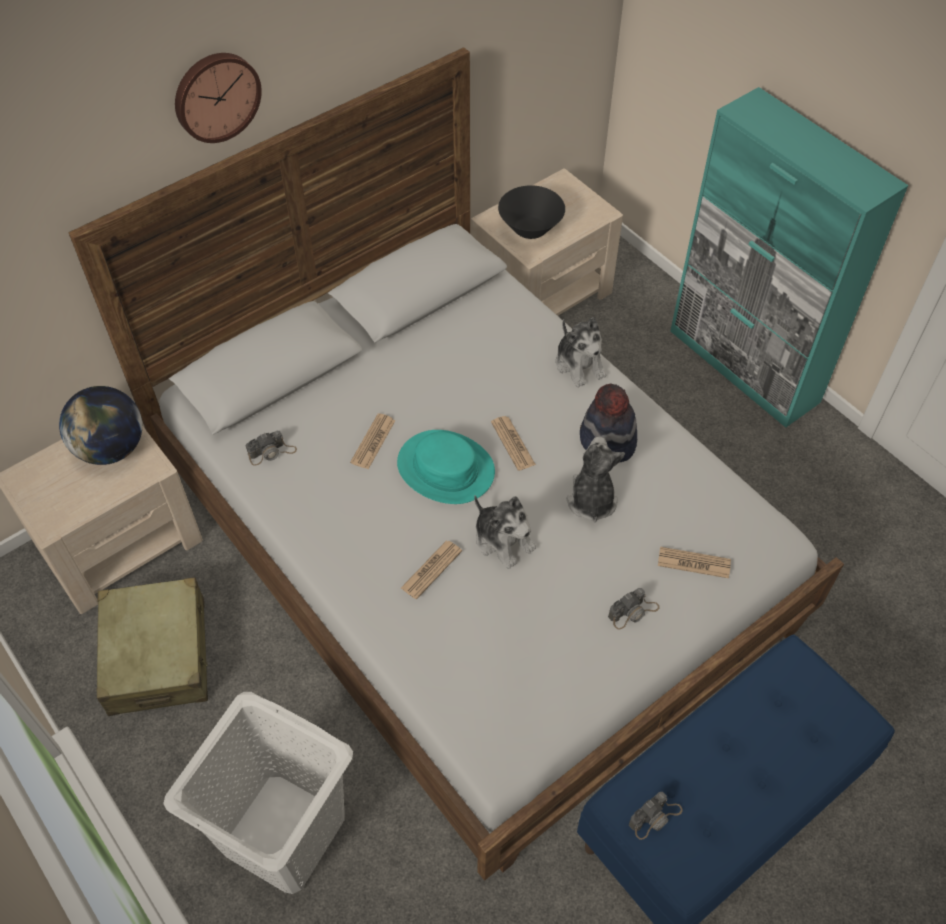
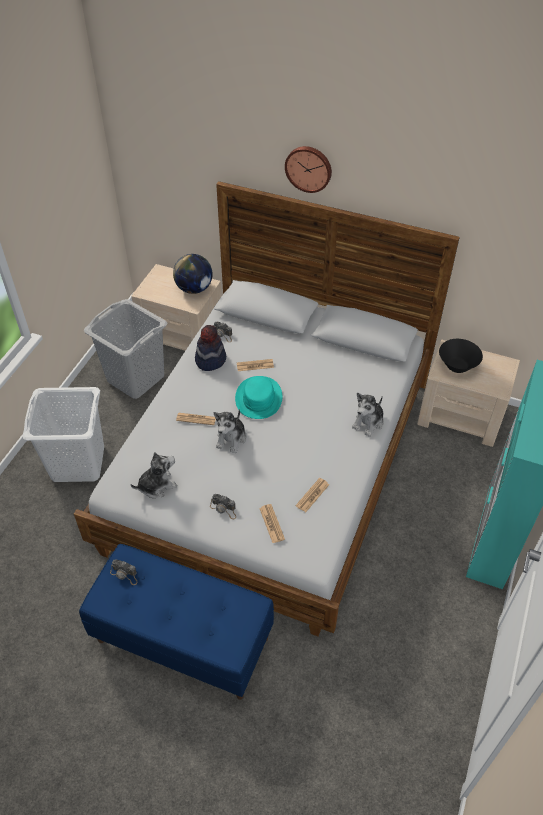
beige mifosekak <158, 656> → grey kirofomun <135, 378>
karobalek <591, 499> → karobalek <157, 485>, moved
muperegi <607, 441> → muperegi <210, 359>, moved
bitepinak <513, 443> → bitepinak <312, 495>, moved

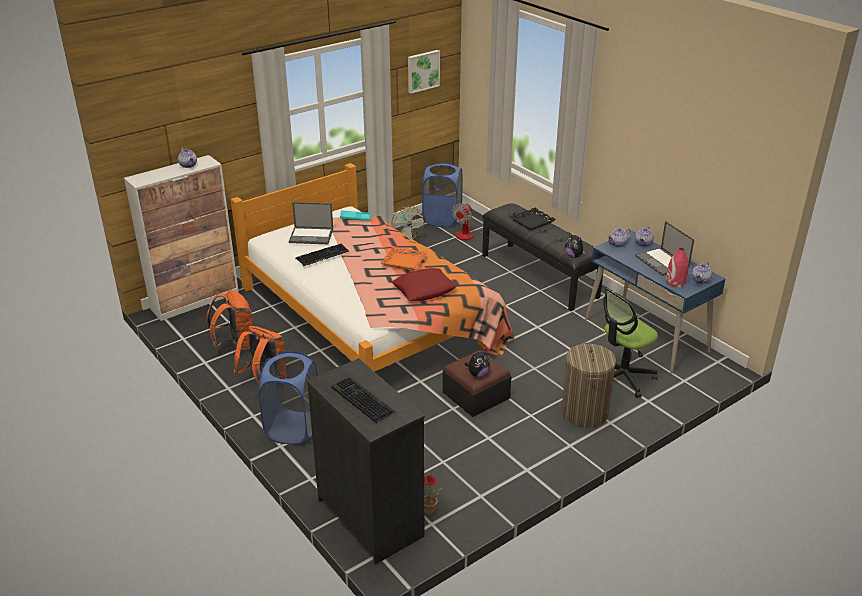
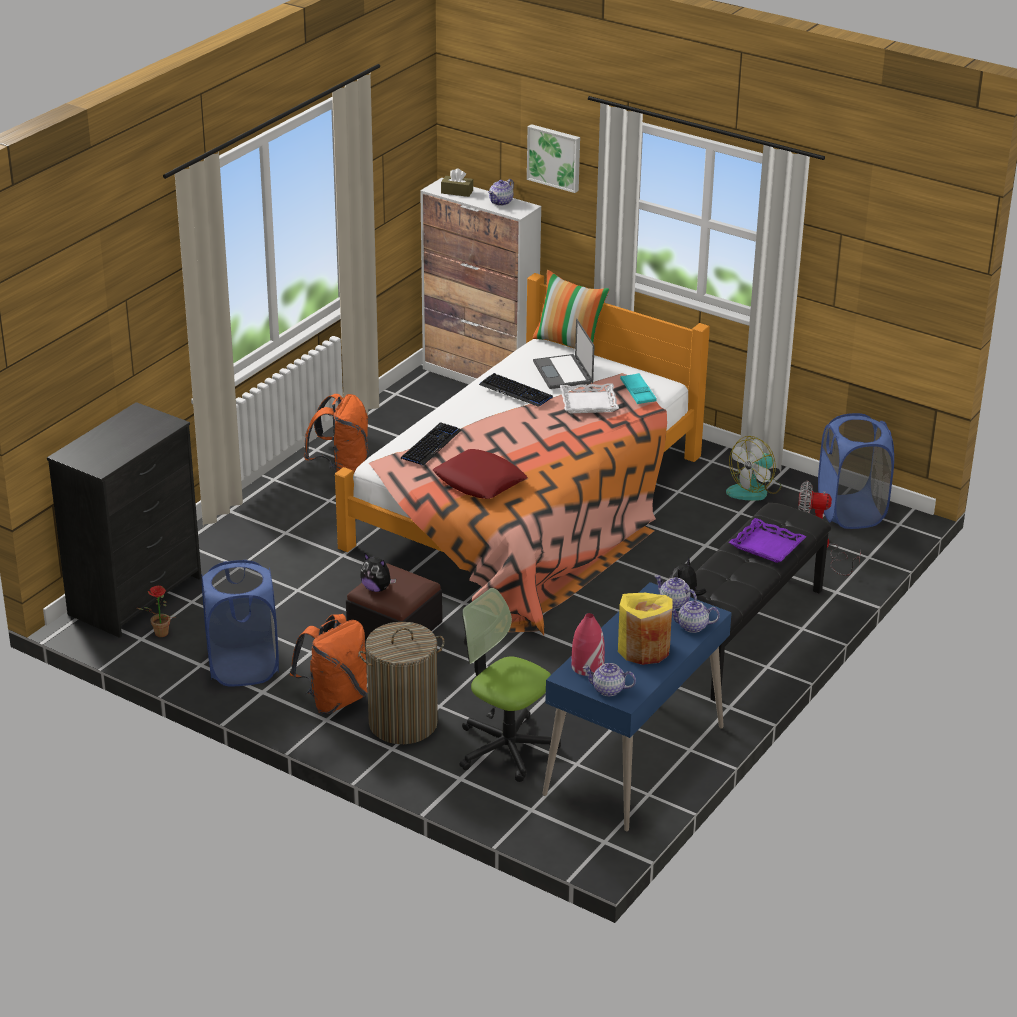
blue kirofomun <293, 428> → blue kirofomun <243, 667>, moved
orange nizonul <235, 345> → orange nizonul <334, 699>, moved
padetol <362, 400> → padetol <431, 445>, moved
- → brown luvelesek <457, 192>
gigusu <422, 71> → gigusu <555, 157>, moved
- → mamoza <569, 344>
- → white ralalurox <589, 402>
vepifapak <662, 262> → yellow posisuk <643, 649>
black ralalurox <532, 222> → purple ralalurox <766, 546>
orange ralalurox <403, 262> → -

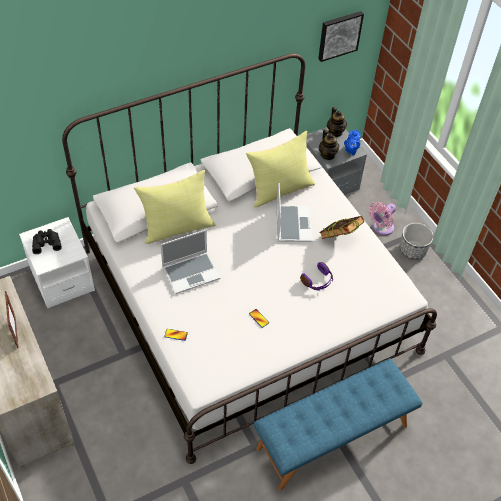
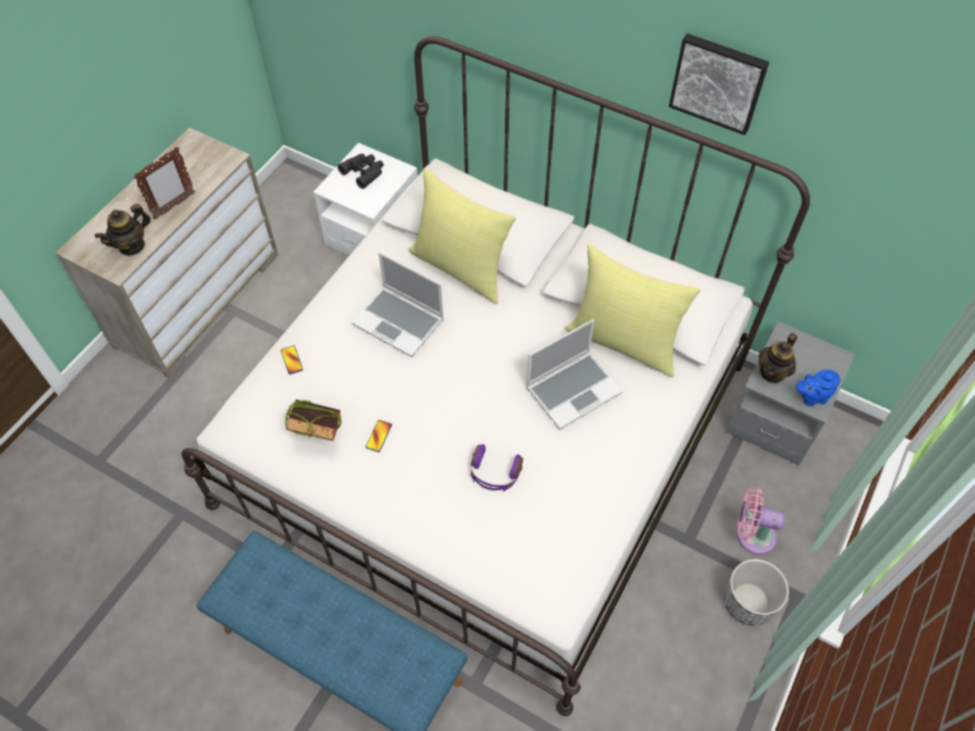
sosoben <335, 132> → sosoben <132, 245>, moved
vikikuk <339, 239> → vikikuk <318, 435>, moved
gigusu <339, 35> → gigusu <718, 82>, moved

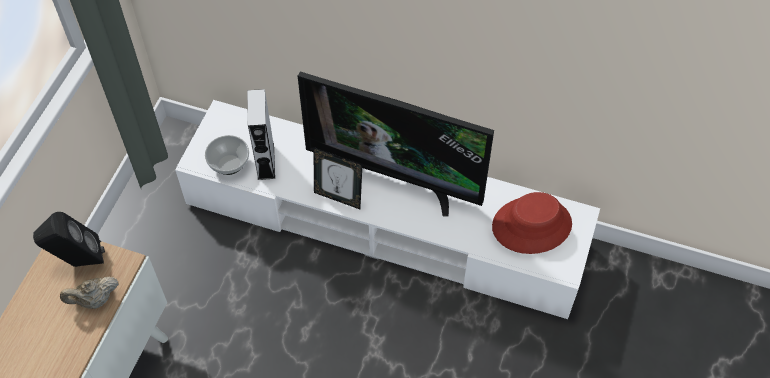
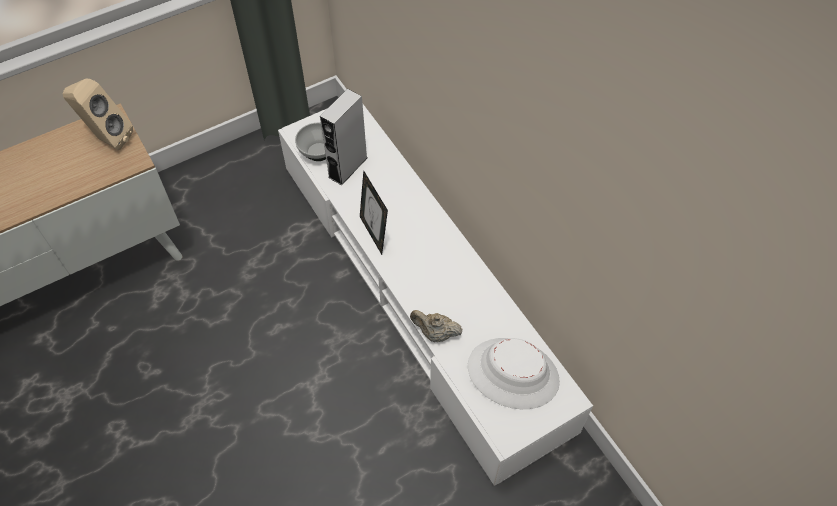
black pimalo <79, 262> → beige pimalo <108, 139>
beige sosoben <94, 300> → beige sosoben <435, 333>, moved
red muperegi <531, 225> → white muperegi <513, 373>
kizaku <396, 179> → -

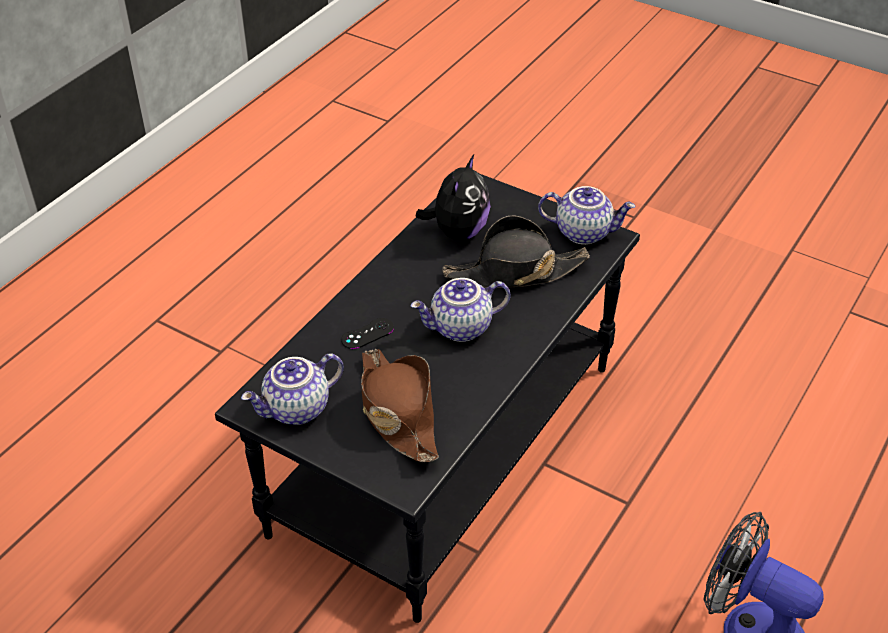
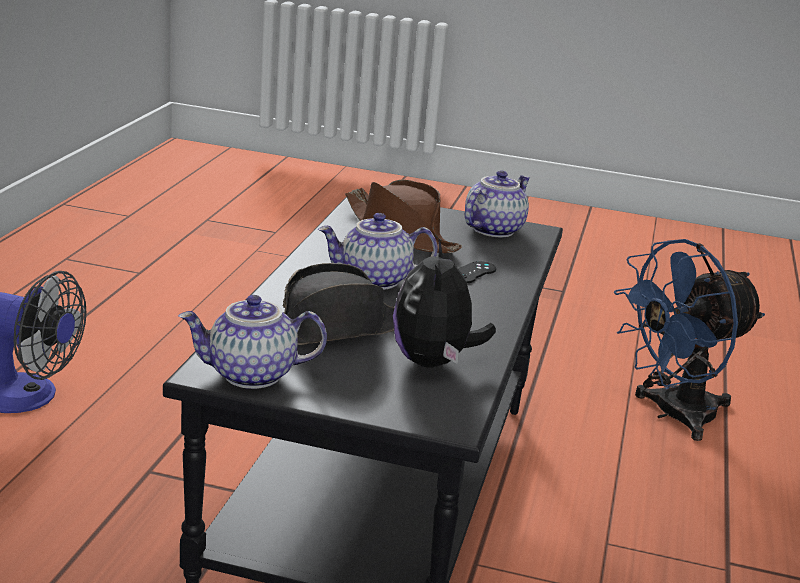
sosoben <460, 328> → sosoben <374, 281>, 150 degrees counterclockwise
- → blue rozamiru <672, 415>

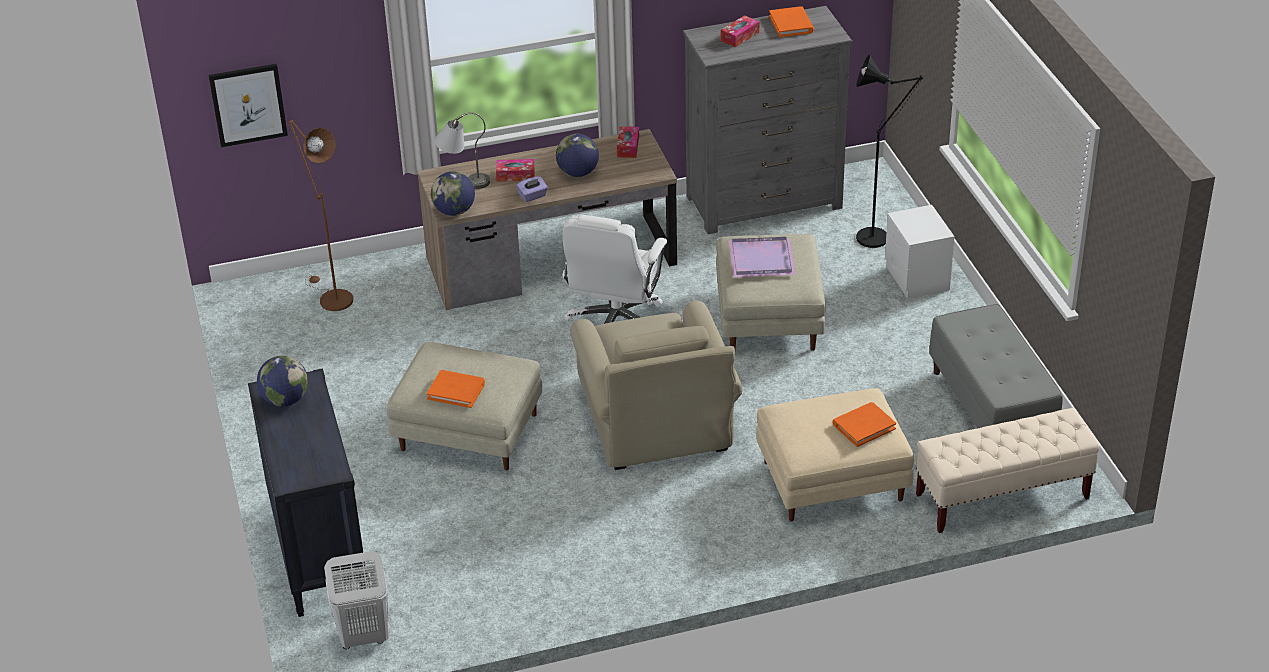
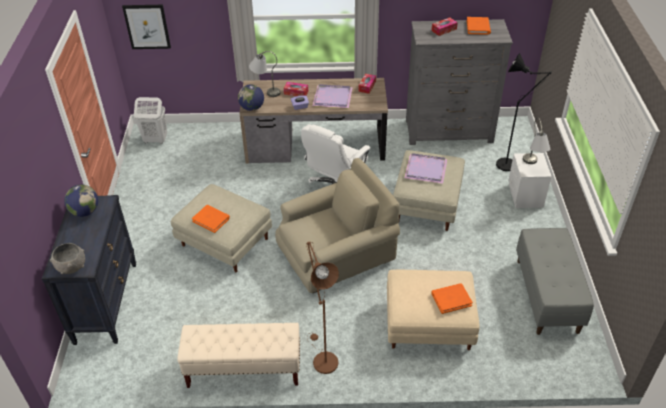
- → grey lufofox <71, 267>
white kirofomun <363, 637> → white kirofomun <155, 140>, moved
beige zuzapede <1001, 497> → beige zuzapede <243, 369>, moved
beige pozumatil <654, 414> → beige pozumatil <336, 253>, 120 degrees counterclockwise
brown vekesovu <331, 298> → brown vekesovu <322, 359>, moved
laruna <578, 173> → purple ralalurox <332, 97>
- → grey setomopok <532, 166>

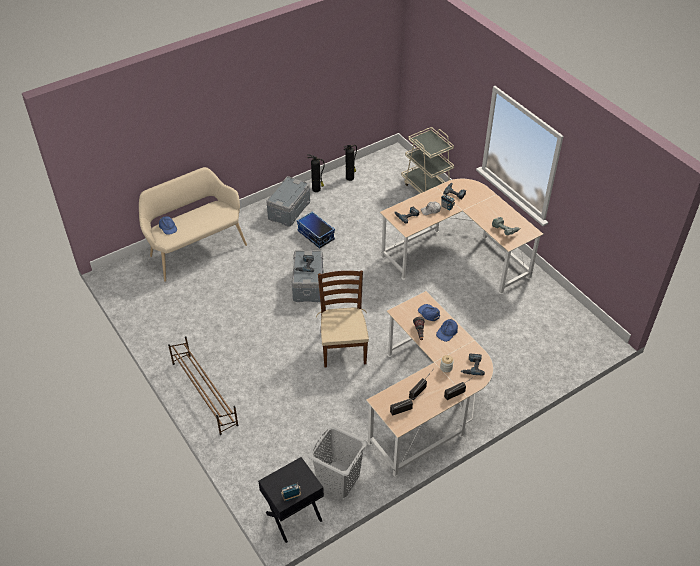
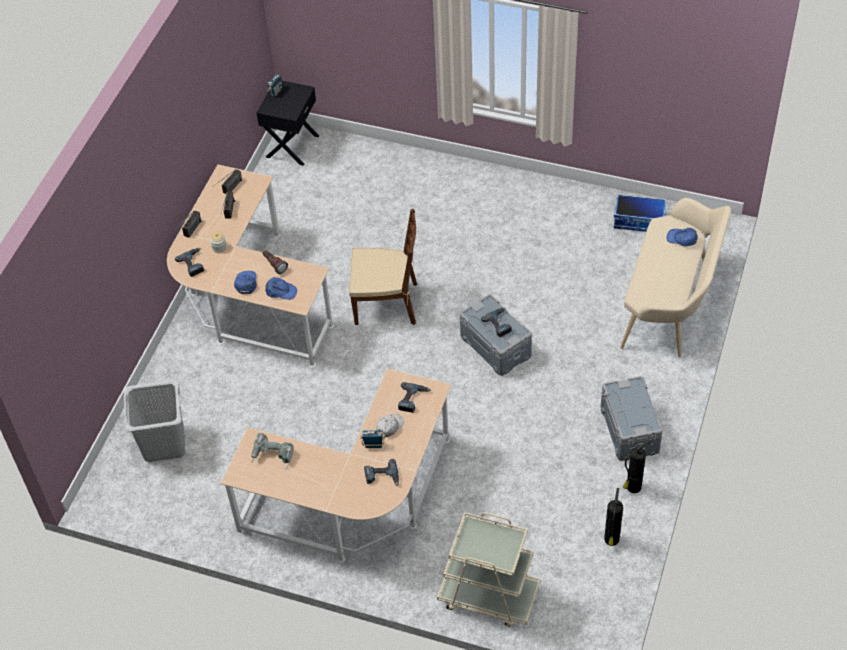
grey kirofomun <338, 479> → grey kirofomun <163, 443>, moved
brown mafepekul <343, 347> → brown mafepekul <387, 303>, 45 degrees counterclockwise
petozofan <315, 235> → petozofan <639, 221>, moved
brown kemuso <204, 393> → -

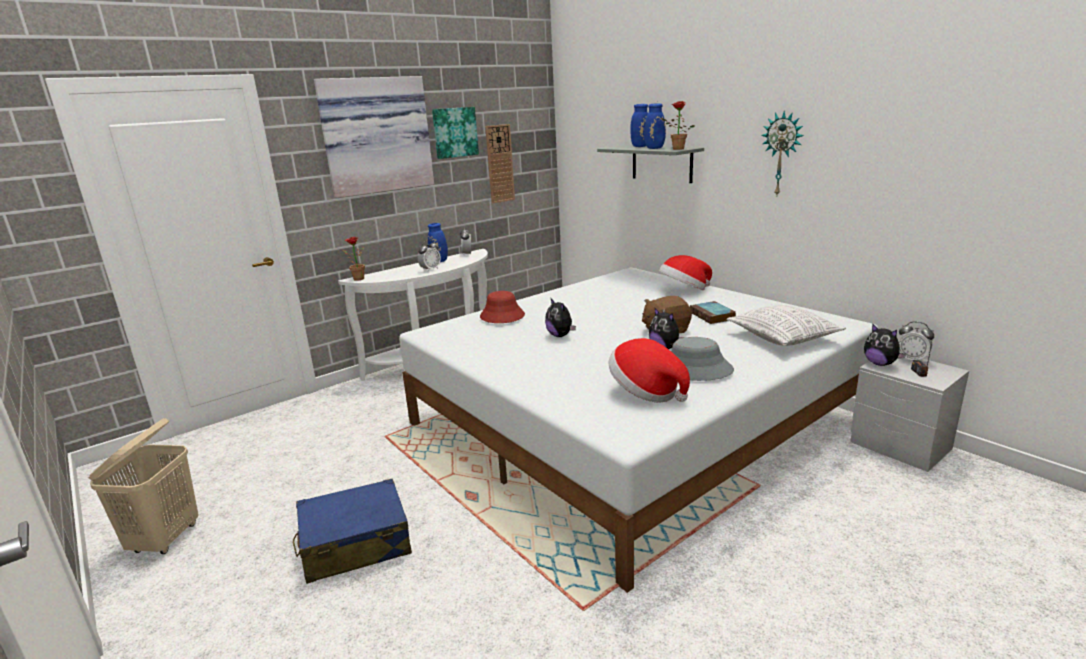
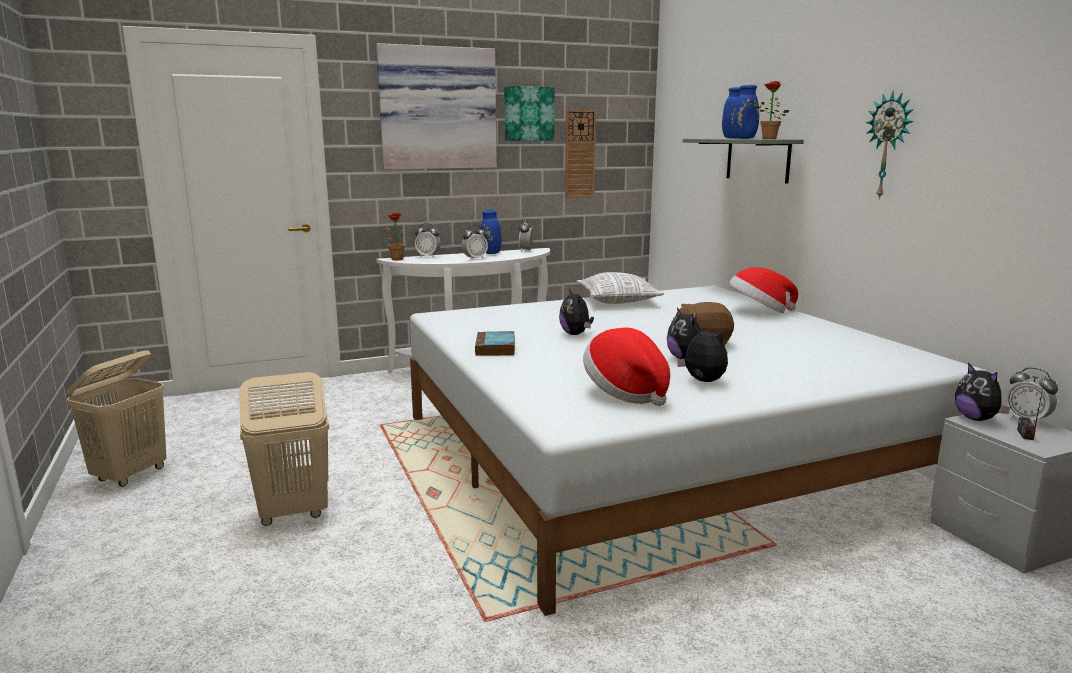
blue mifosekak <355, 544> → beige kirofomun <293, 513>
- → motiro <428, 256>
vikikuk <713, 316> → vikikuk <496, 348>, moved
mamoza <783, 337> → mamoza <618, 301>, moved
grey muperegi <695, 370> → karobalek <703, 381>
red muperegi <502, 316> → -

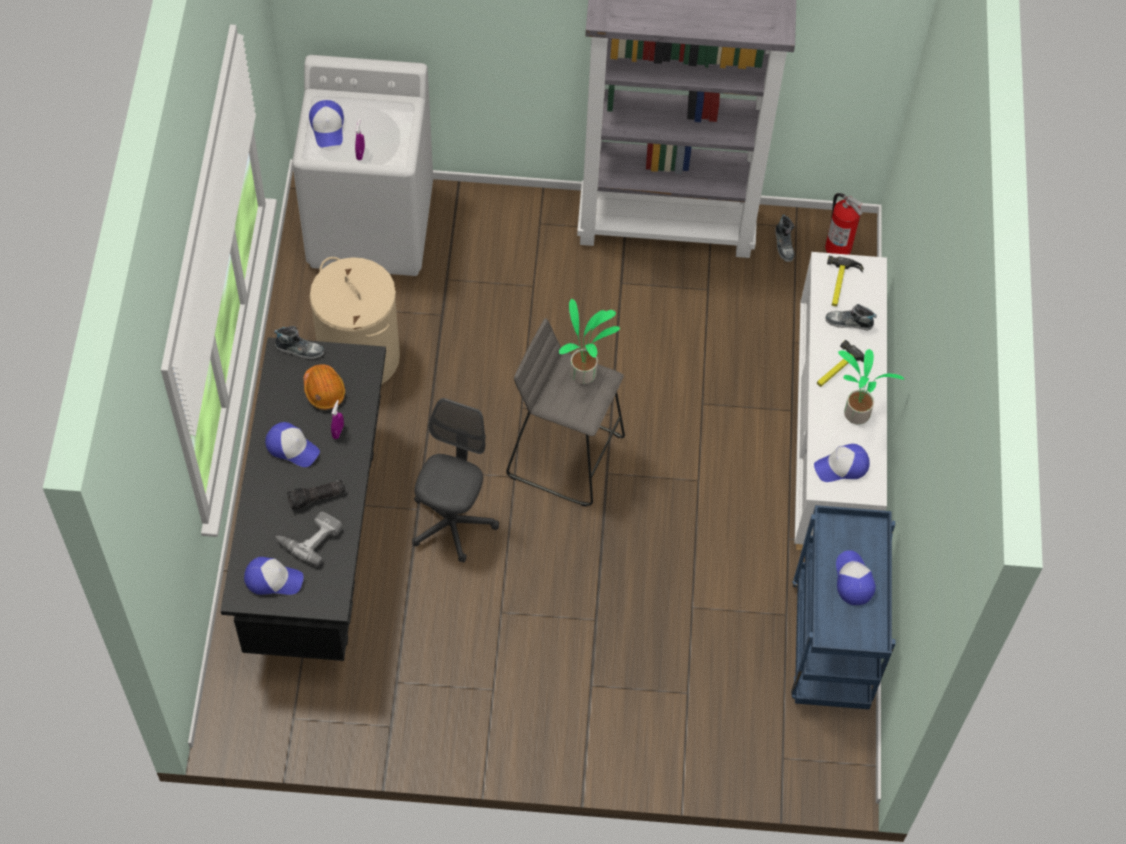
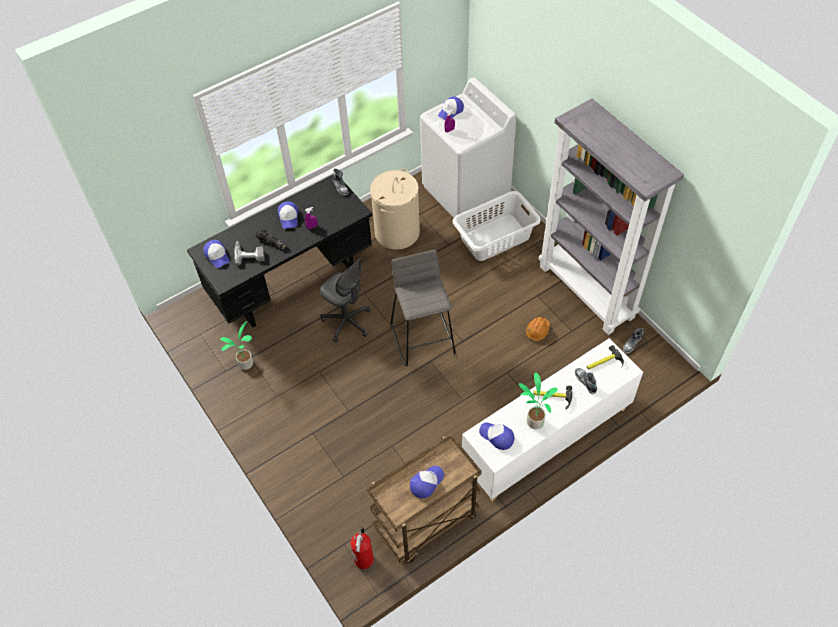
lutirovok <585, 374> → lutirovok <246, 364>, moved
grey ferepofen <452, 523> → grey ferepofen <347, 322>, 60 degrees clockwise
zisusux <838, 247> → zisusux <364, 559>, moved
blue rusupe <831, 646> → brown rusupe <426, 523>
- → white kirofomun <495, 238>
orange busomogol <324, 390> → orange busomogol <537, 331>, moved

